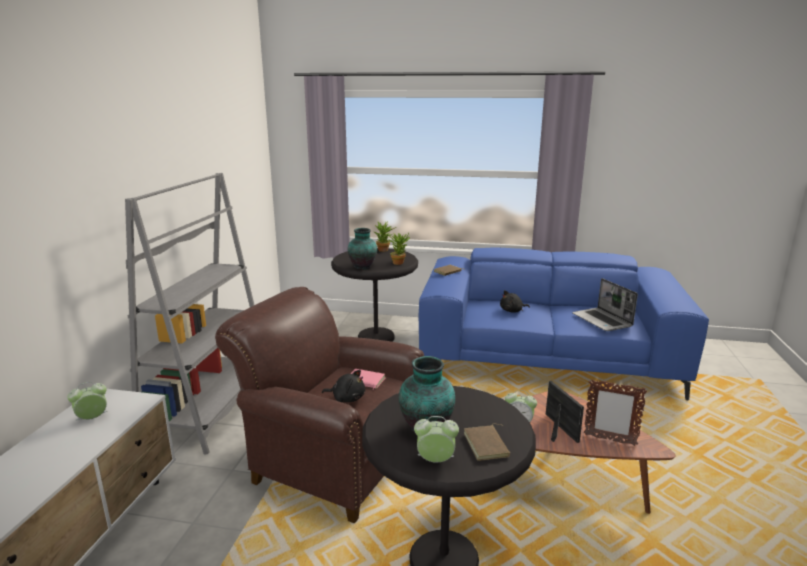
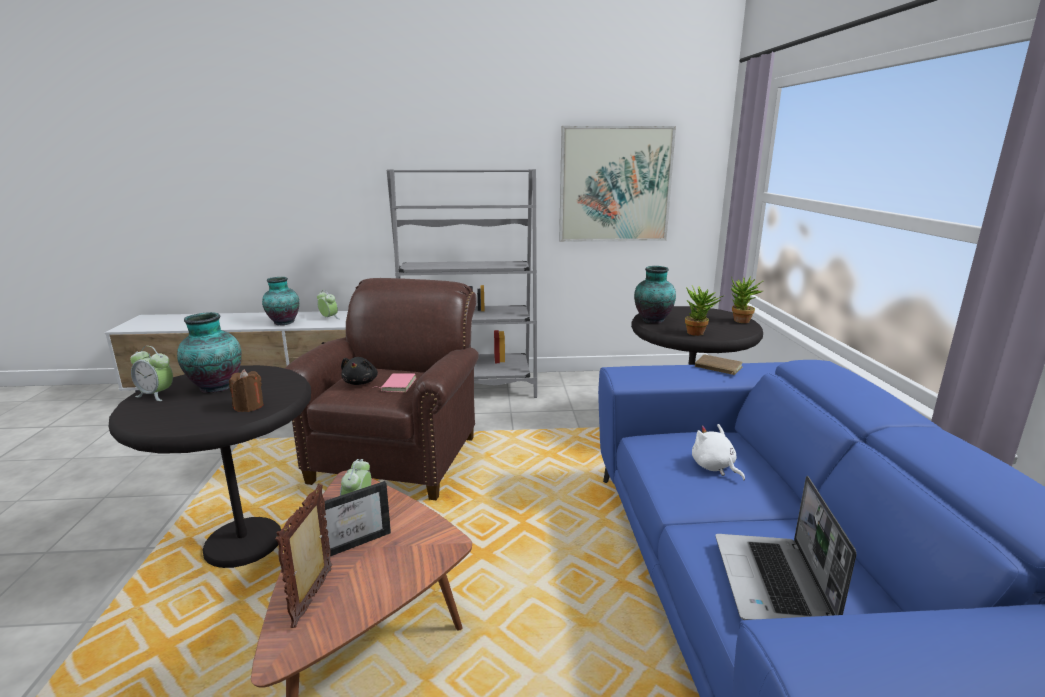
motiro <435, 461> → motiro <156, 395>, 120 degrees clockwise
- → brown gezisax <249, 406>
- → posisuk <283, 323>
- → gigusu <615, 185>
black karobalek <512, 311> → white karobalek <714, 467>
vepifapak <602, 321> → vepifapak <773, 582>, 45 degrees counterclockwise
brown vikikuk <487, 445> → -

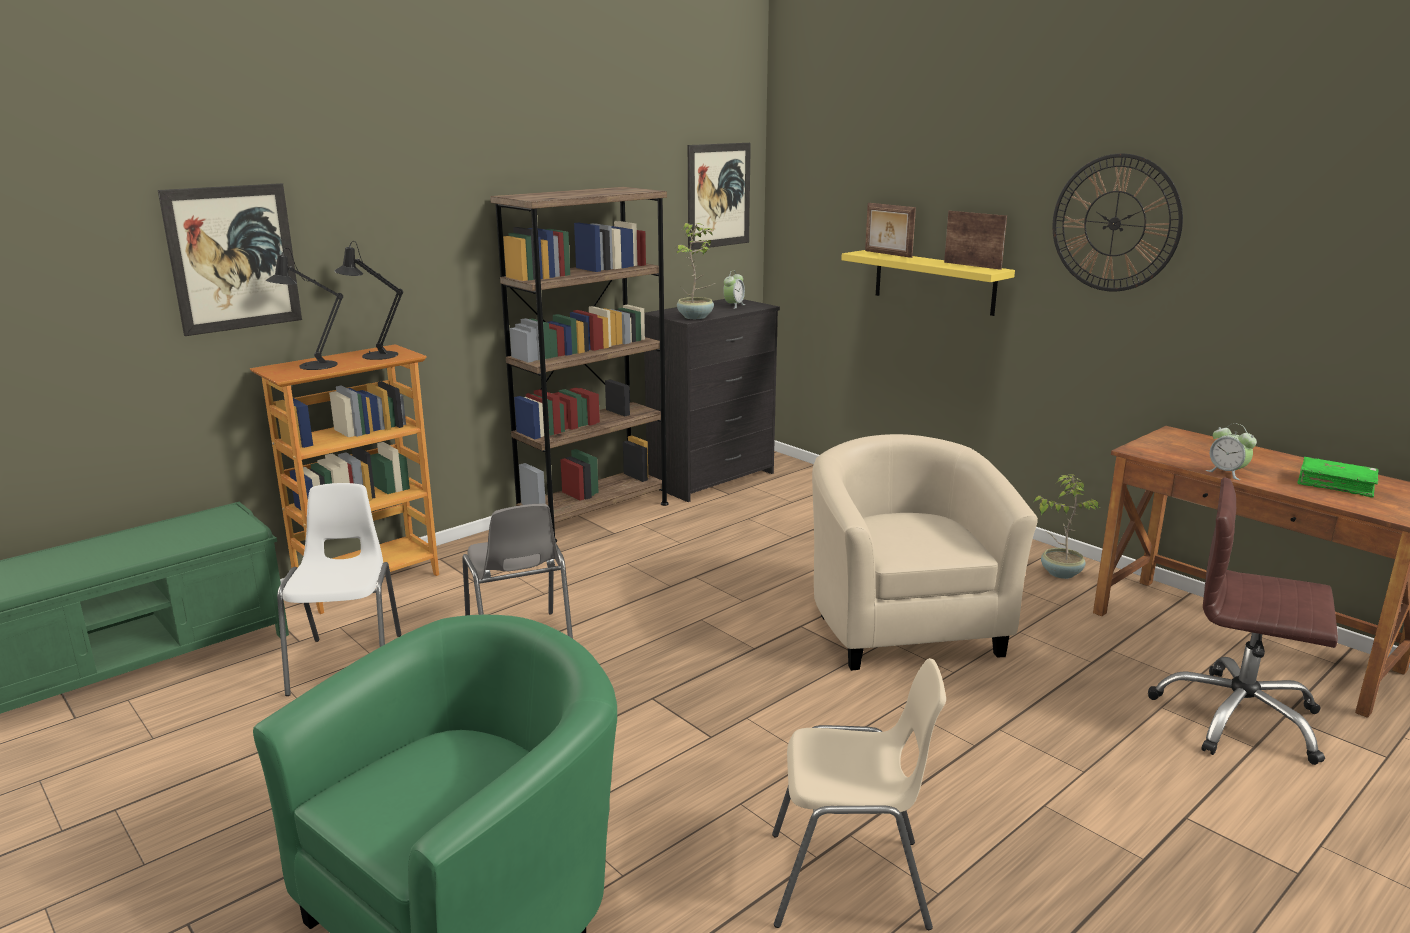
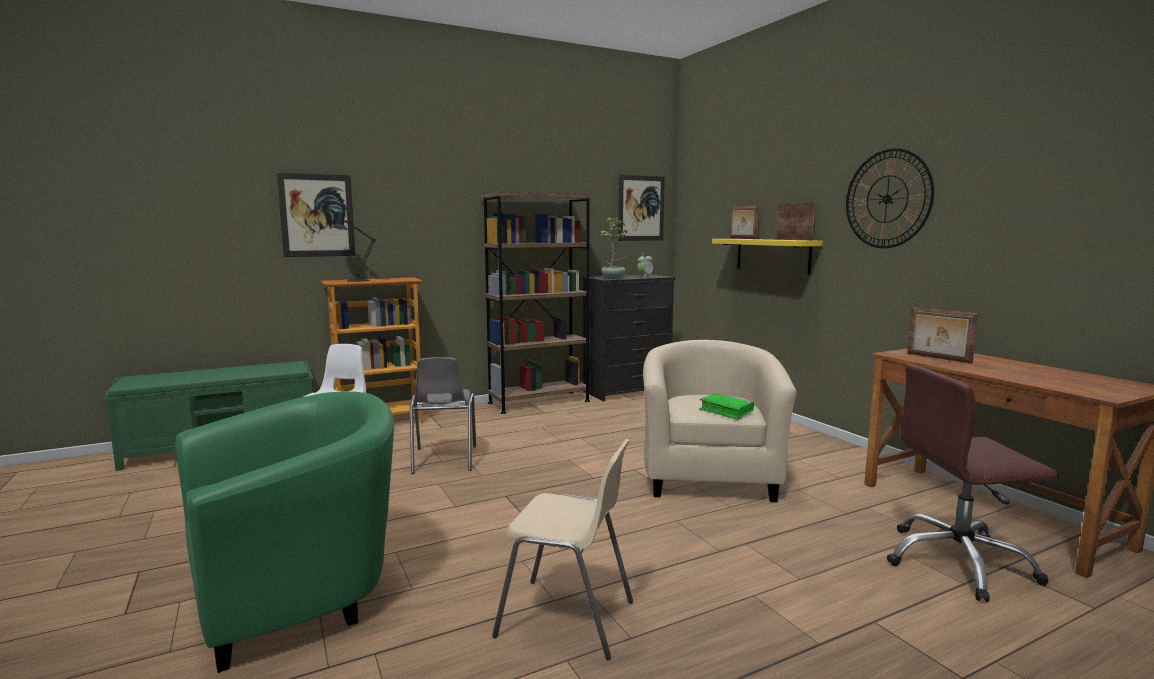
green vikikuk <1336, 484> → green vikikuk <726, 412>, moved
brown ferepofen <1238, 718> → brown ferepofen <958, 563>, 45 degrees counterclockwise
- → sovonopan <938, 358>
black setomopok <375, 355> → -
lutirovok <1060, 573> → -
motiro <1227, 473> → -

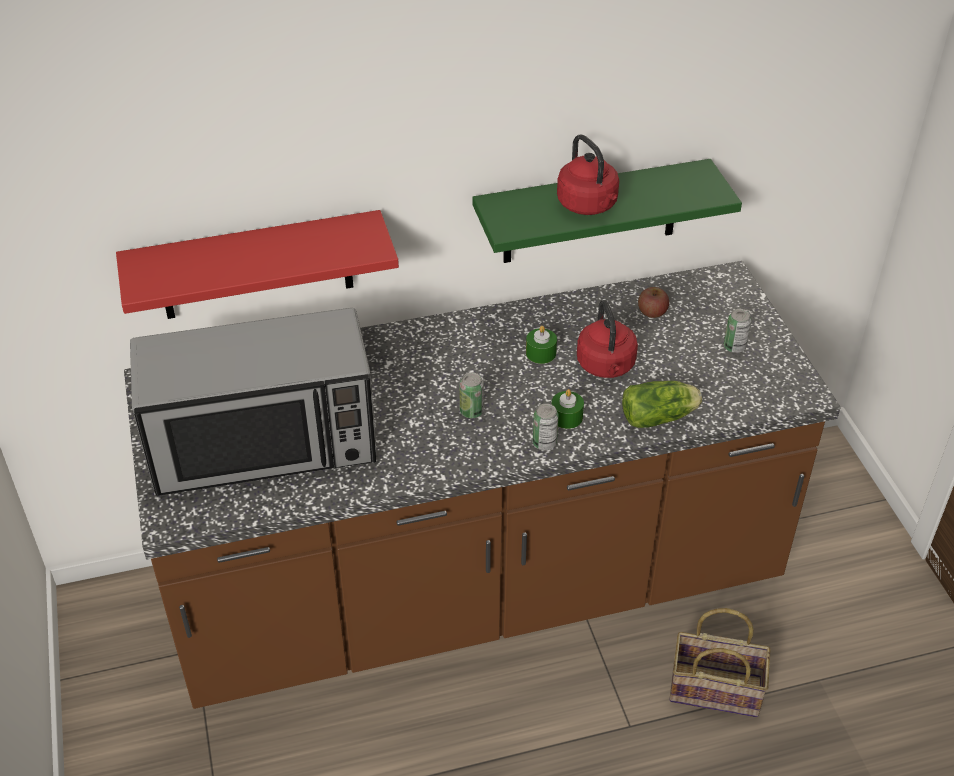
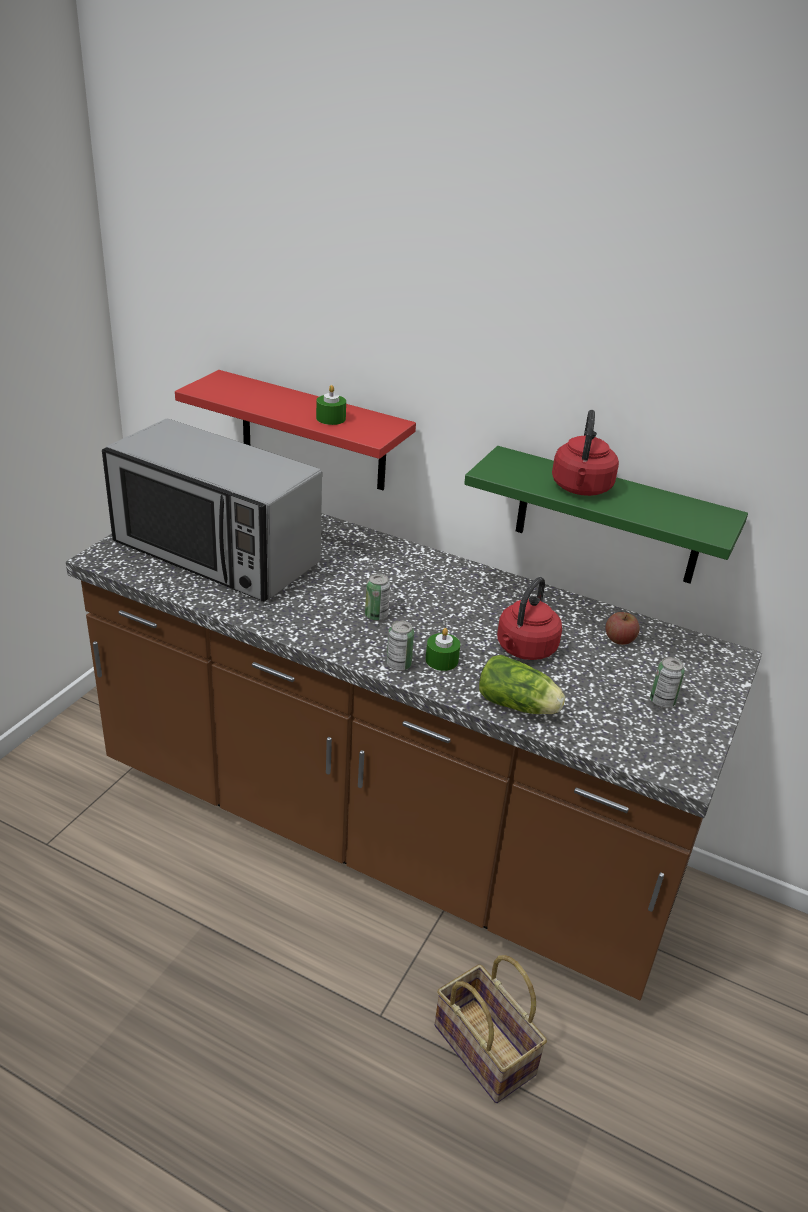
green gezisax <541, 353> → green gezisax <331, 418>, moved

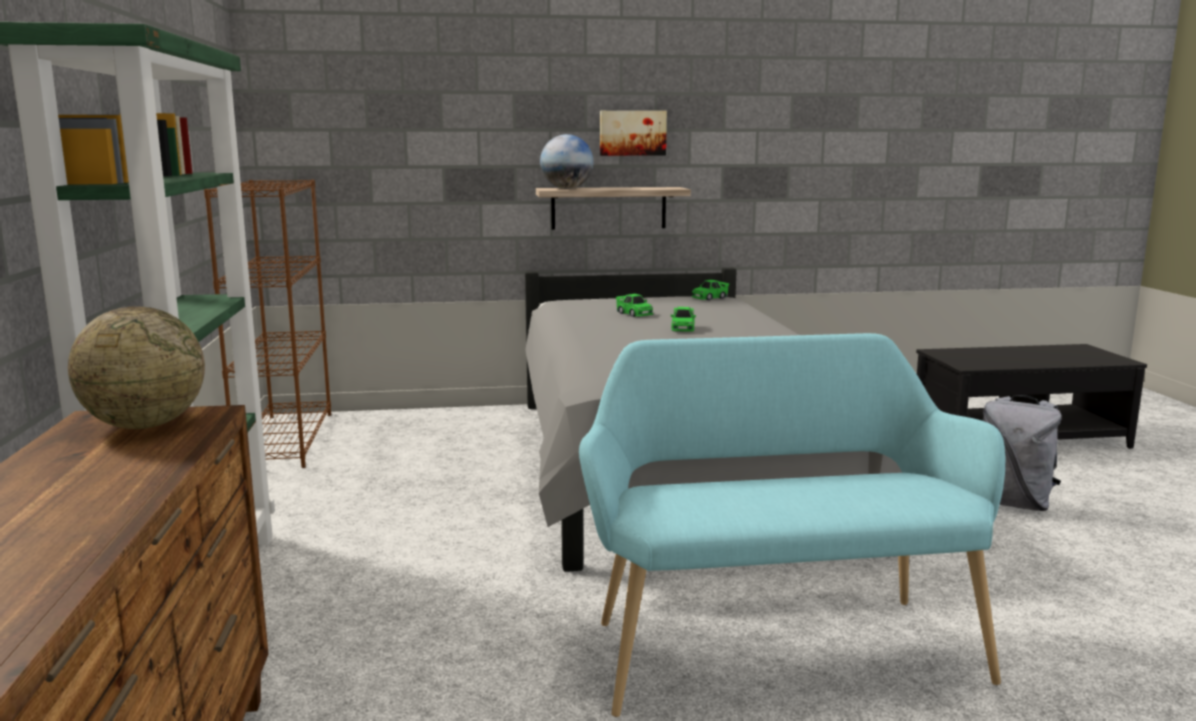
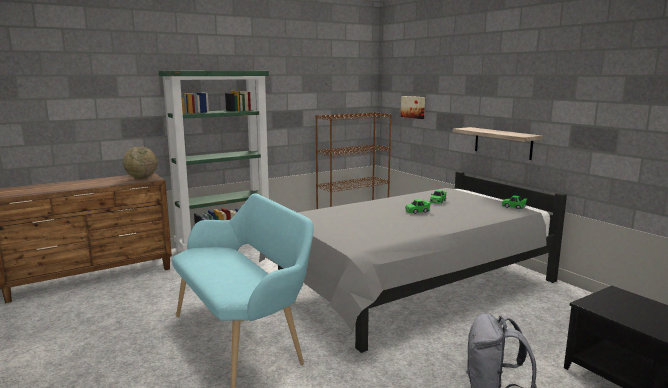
gigusu <632, 133> → gigusu <413, 107>, moved
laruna <566, 188> → -

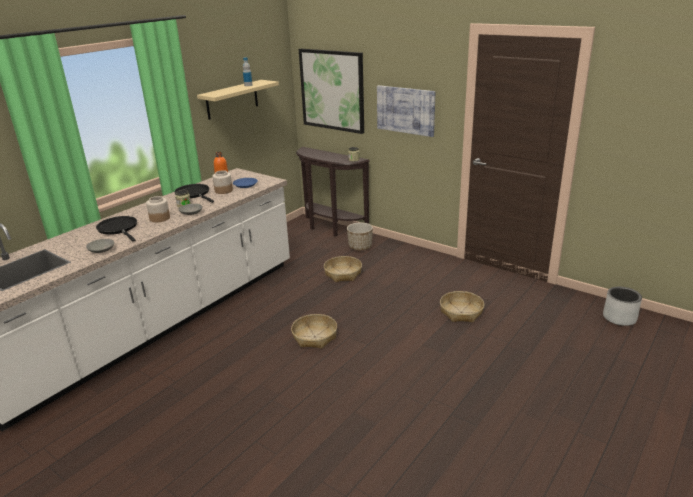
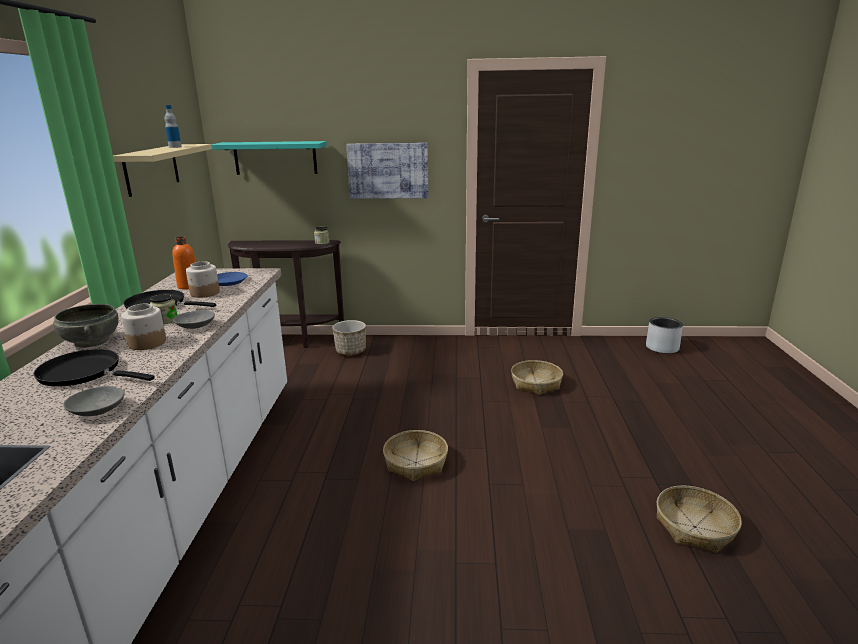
- → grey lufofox <91, 341>
gigusu <332, 90> → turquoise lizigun <275, 158>
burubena <343, 274> → burubena <694, 527>, moved

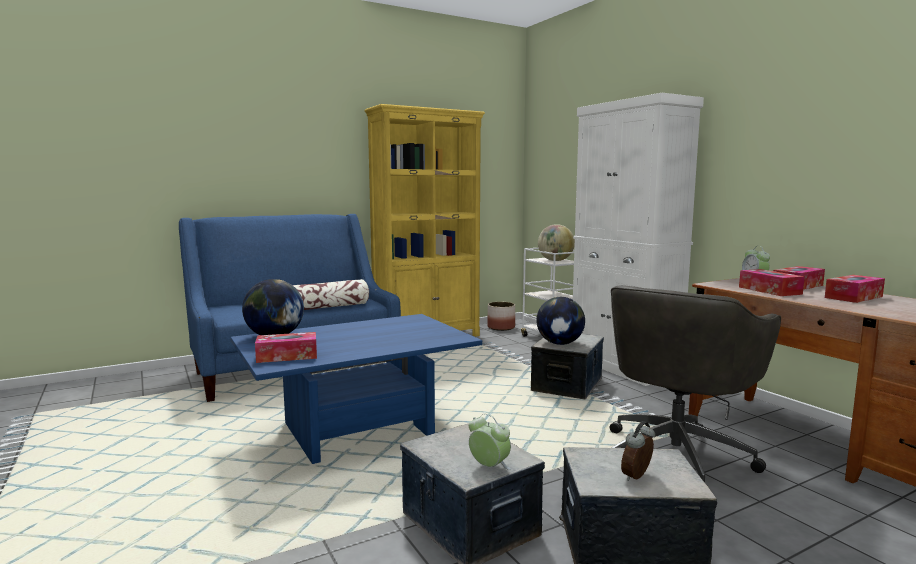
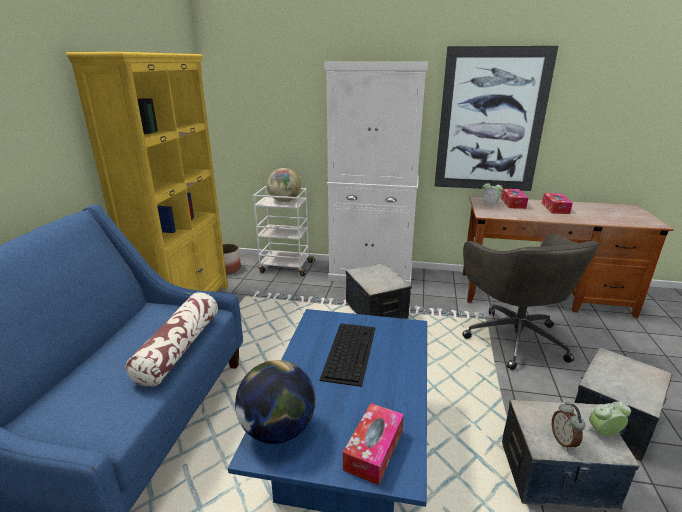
- → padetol <349, 351>
- → gigusu <490, 121>
motiro <637, 477> → motiro <563, 441>, moved
laruna <560, 343> → -
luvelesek <769, 290> → -

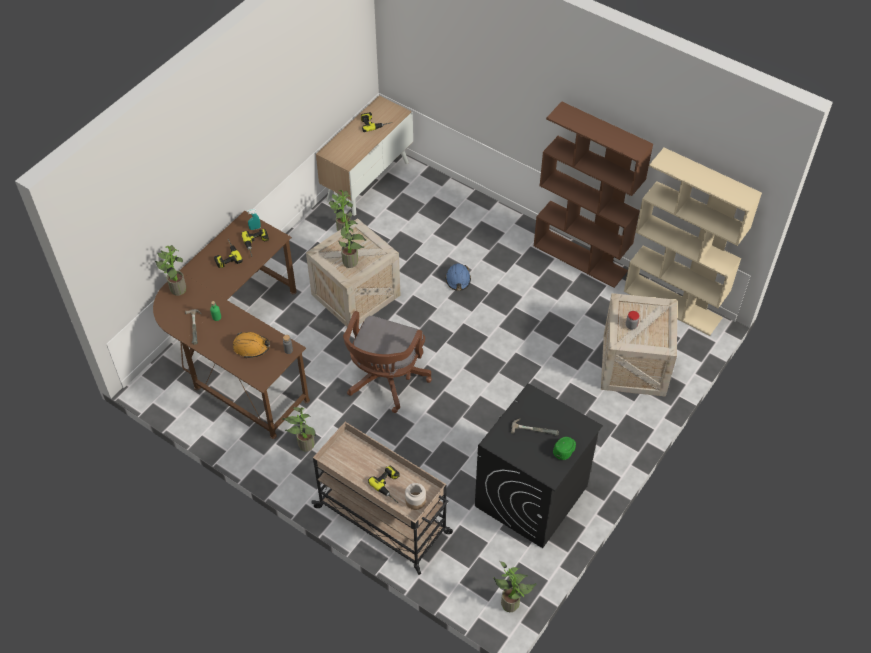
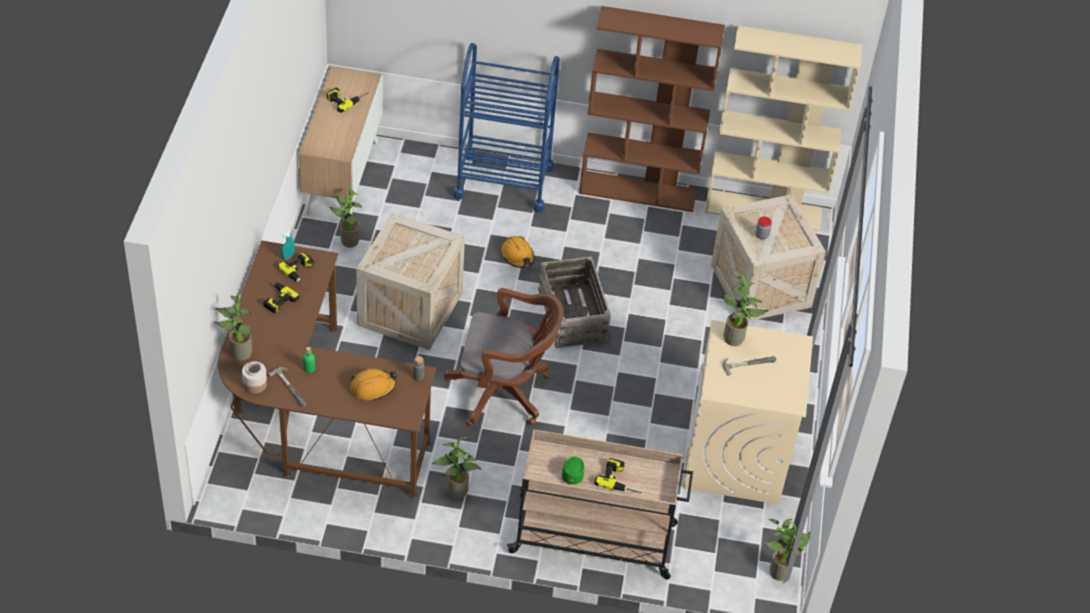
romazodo <415, 500> → romazodo <254, 384>, moved
brown ferepofen <385, 381> → brown ferepofen <504, 392>, 75 degrees counterclockwise
- → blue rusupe <503, 182>
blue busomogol <458, 280> → orange busomogol <517, 256>
- → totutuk <573, 315>
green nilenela <565, 449> → green nilenela <573, 472>, moved
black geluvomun <531, 497> → beige geluvomun <735, 457>
lutirovok <352, 262> → lutirovok <736, 338>, moved

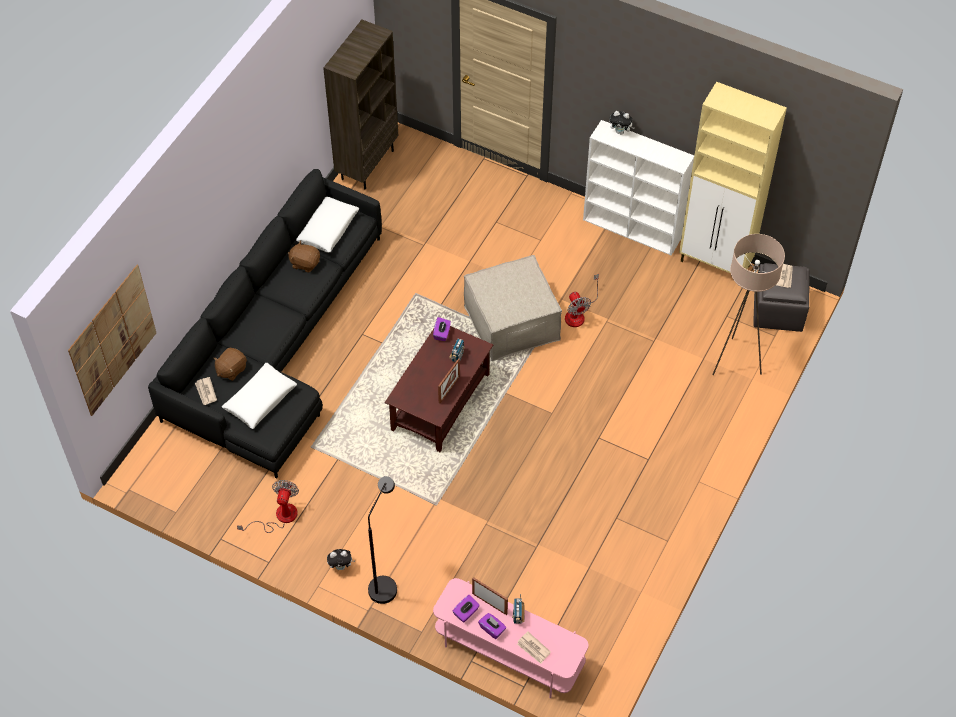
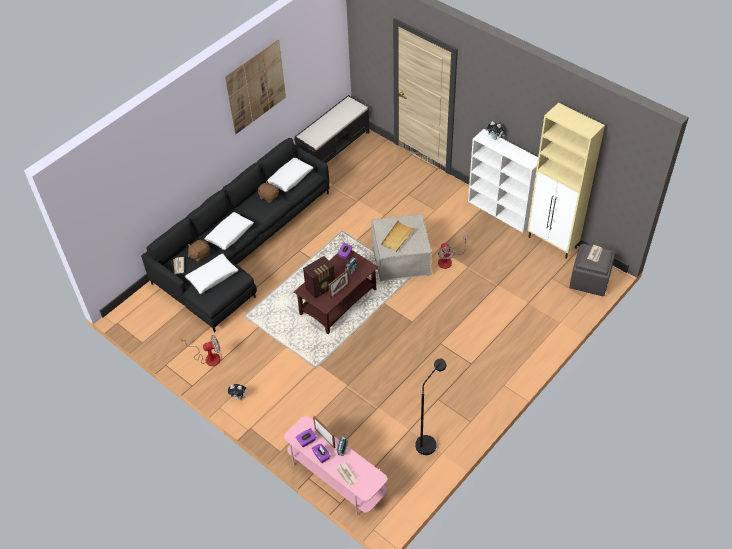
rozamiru <279, 517> → rozamiru <208, 357>, 45 degrees clockwise
- → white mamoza <230, 234>
gigusu <112, 340> → gigusu <256, 87>, moved
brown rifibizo <367, 164> → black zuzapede <334, 147>
- → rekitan <321, 287>
- → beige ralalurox <397, 237>
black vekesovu <385, 583> → black vekesovu <428, 441>, moved
beige vekesovu <735, 362> → -

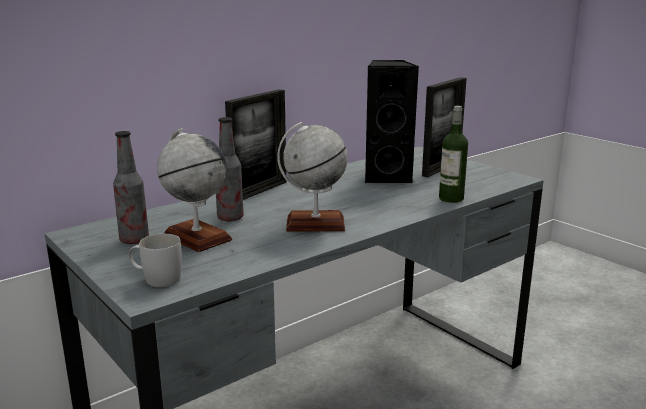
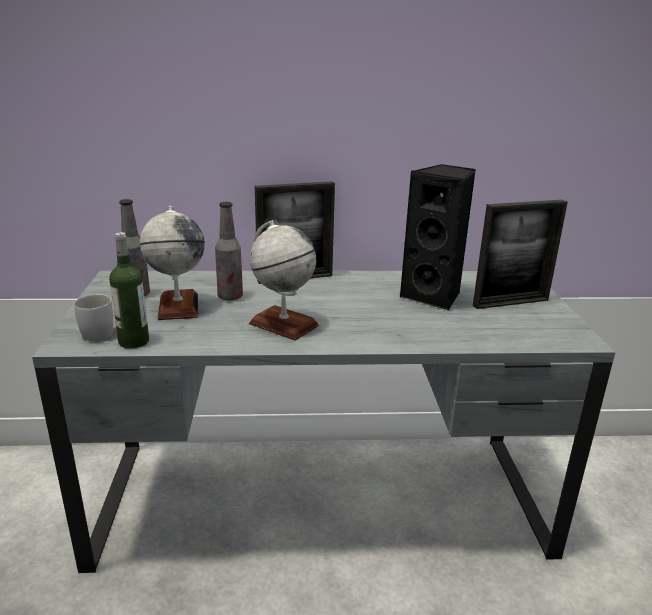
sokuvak <451, 198> → sokuvak <134, 341>, moved

